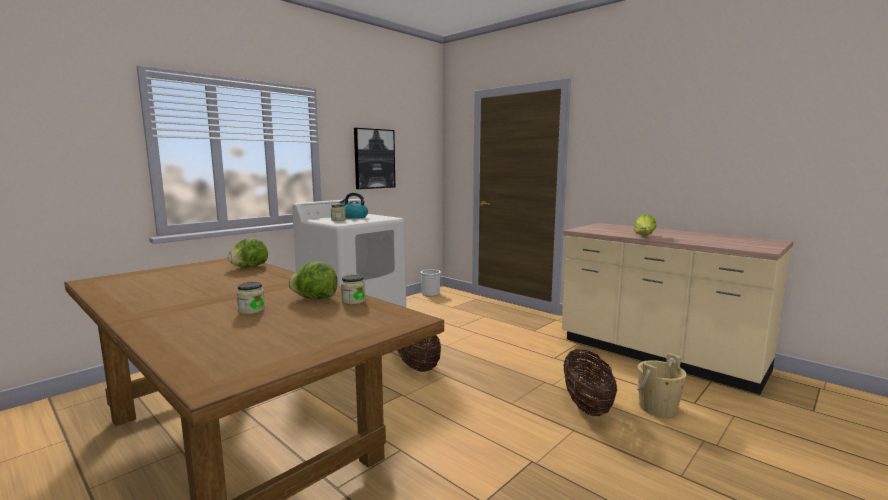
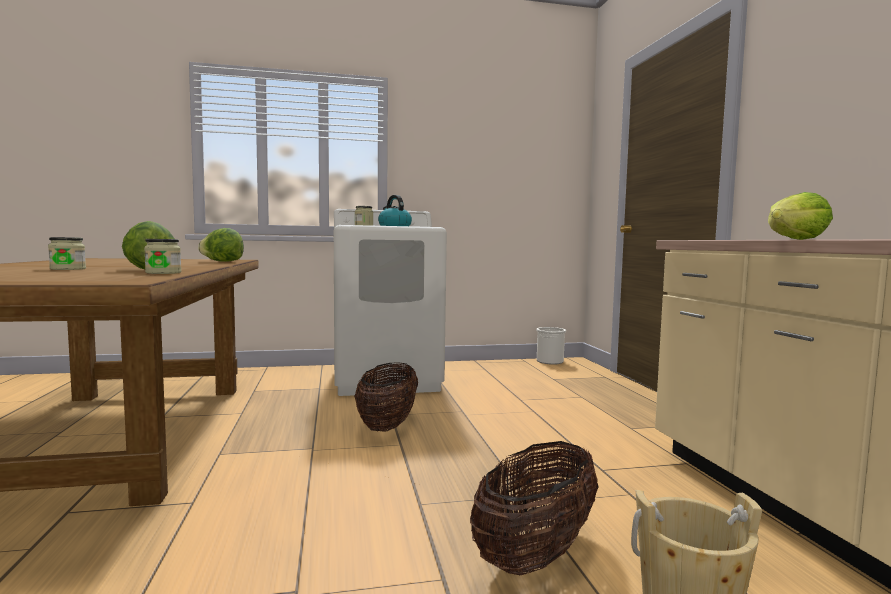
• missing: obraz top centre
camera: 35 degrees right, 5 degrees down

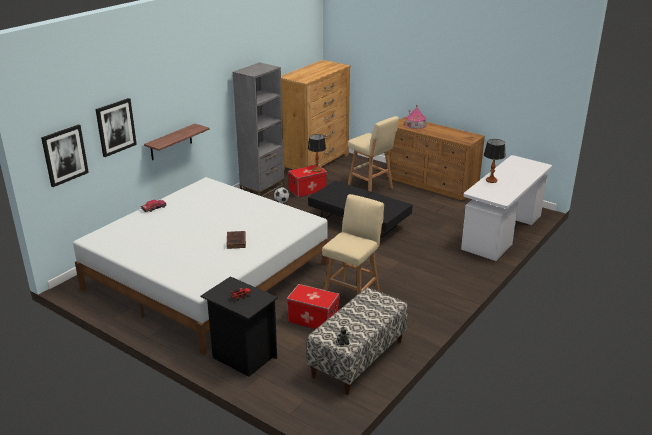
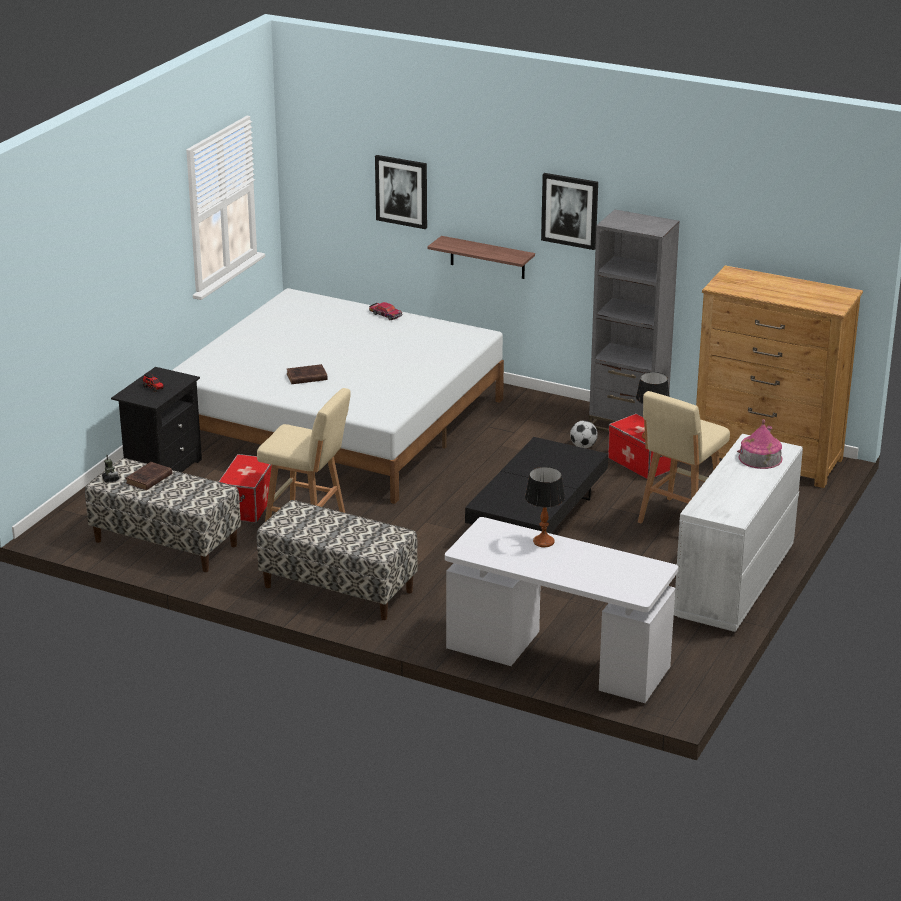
• colour: komoda/brązowy (no. 2 from left) middle right to komoda/biały middle right
• relocated: obraz (no. 1 from left in the first image) middle left to obraz (no. 2 from left) top centre
• appeared: książka/brązowy (no. 1 from left) middle left
• appeared: ławka (no. 2 from left) centre
camera: 80 degrees right, 0 degrees up

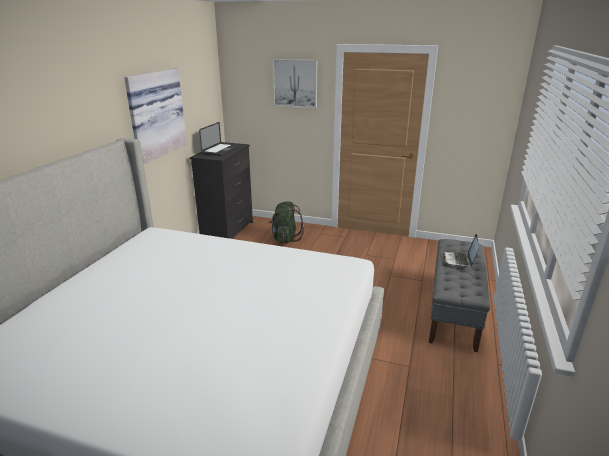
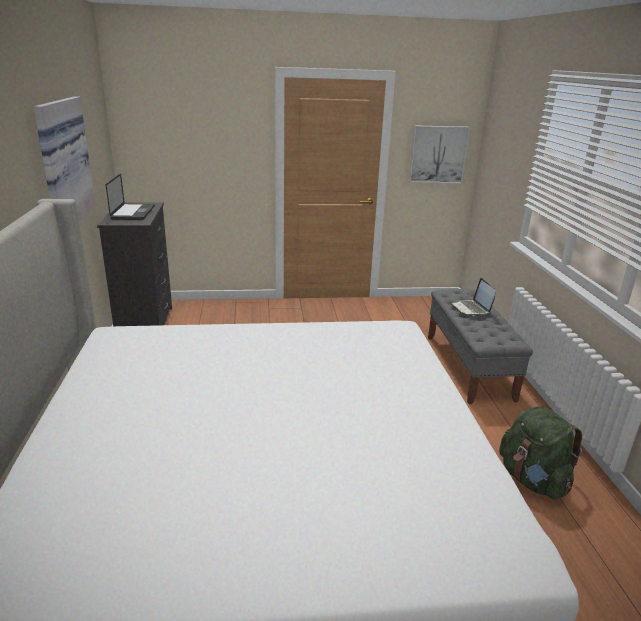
• relocated: obraz (no. 2 from left) top centre to top right
• relocated: plecak/zielony centre to bottom right
camera: 25 degrees left, 0 degrees up

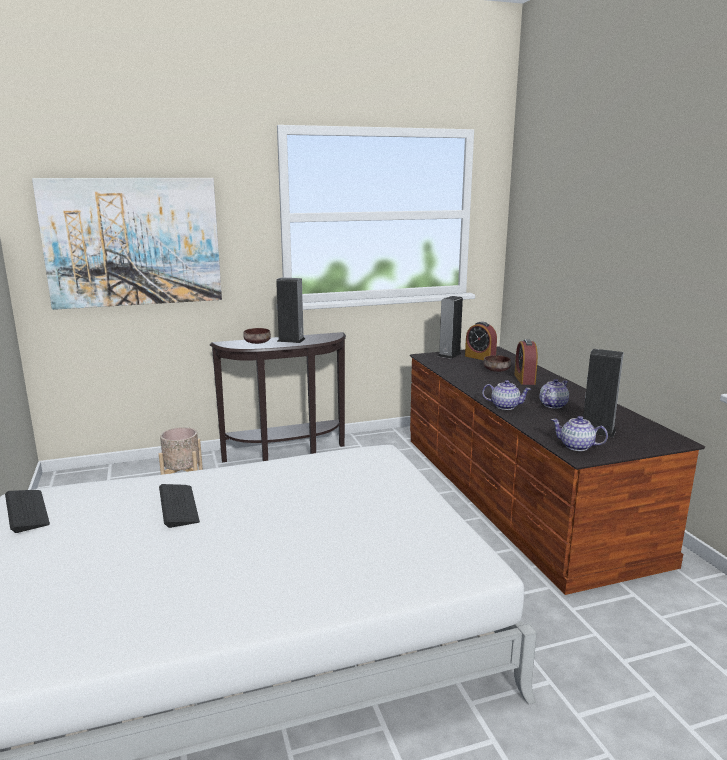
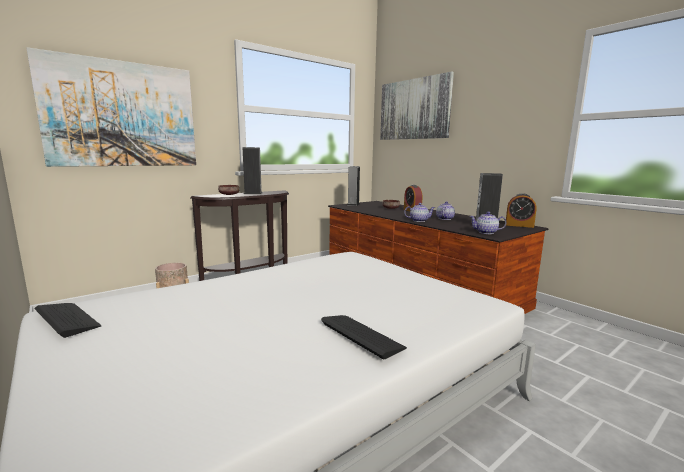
• relocated: budzik (no. 1 from left in the first image) centre to budzik (no. 2 from left) middle right
• relocated: klawiatura (no. 2 from left) middle left to bottom centre
• appeared: obraz (no. 2 from left) top centre
camera: 20 degrees left, 5 degrees down

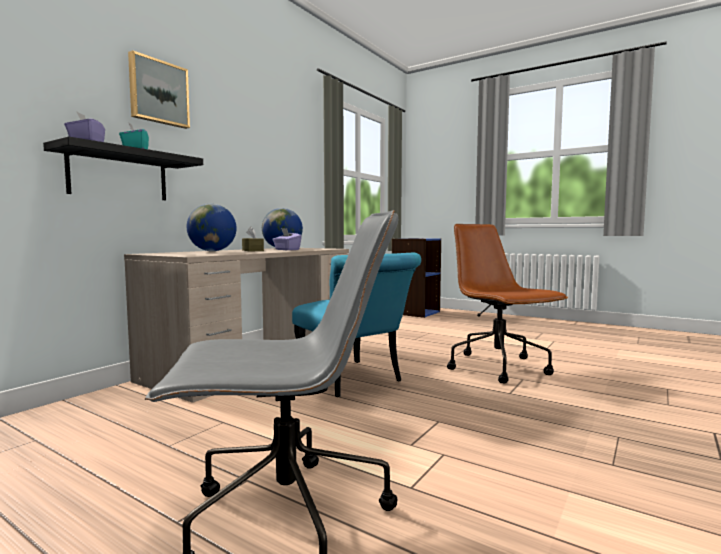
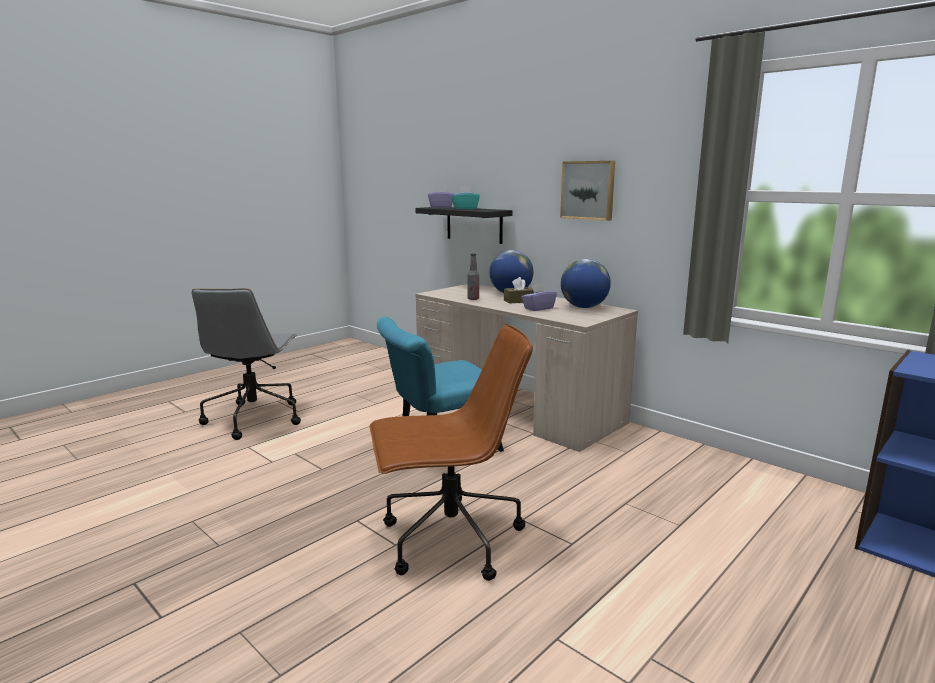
• relocated: obraz top left to top centre
• appeared: butelka centre
camera: 100 degrees right, 10 degrees up

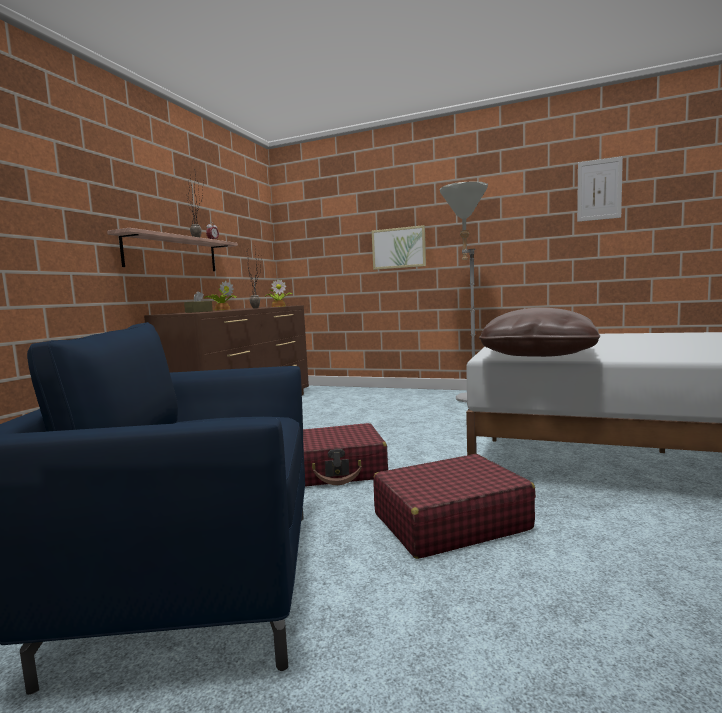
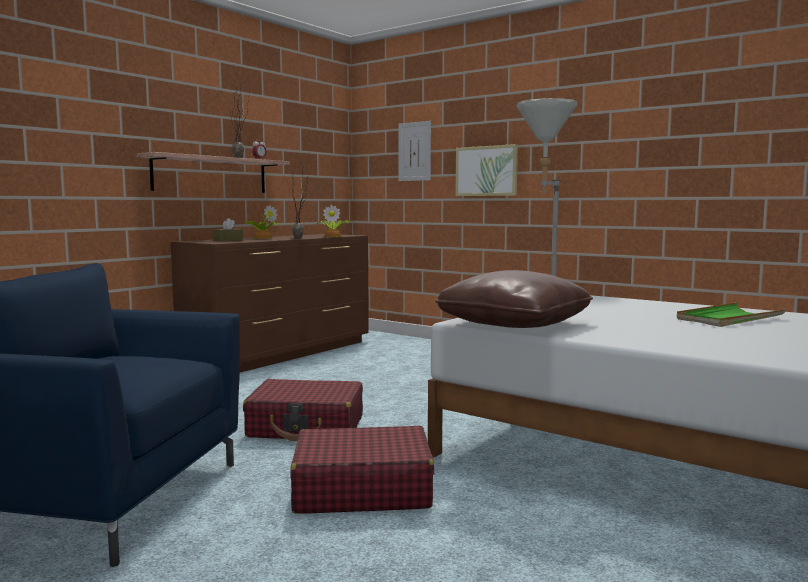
• relocated: obraz (no. 2 from left in the first image) top right to obraz (no. 1 from left) top centre
• appeared: taca/zielony middle right
camera: 15 degrees right, 0 degrees up

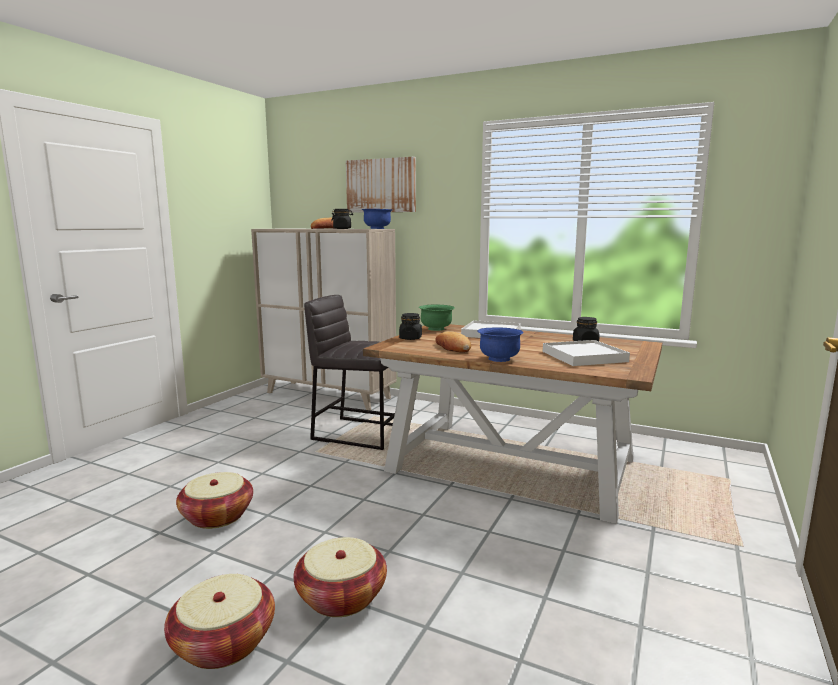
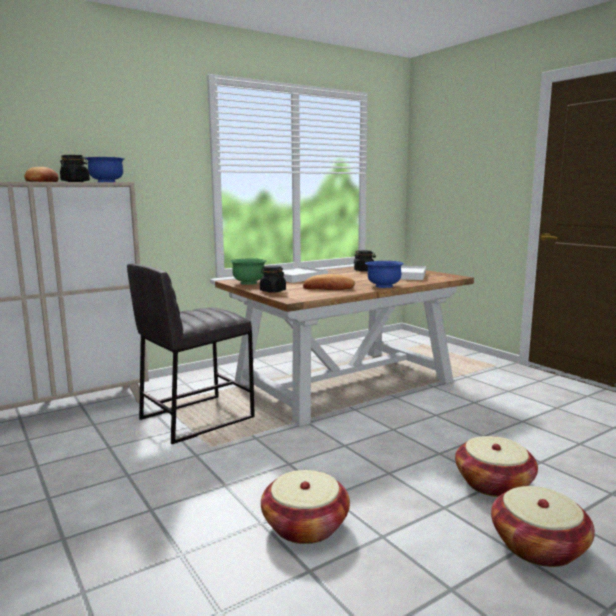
• missing: obraz top centre
camera: 60 degrees left, 0 degrees up

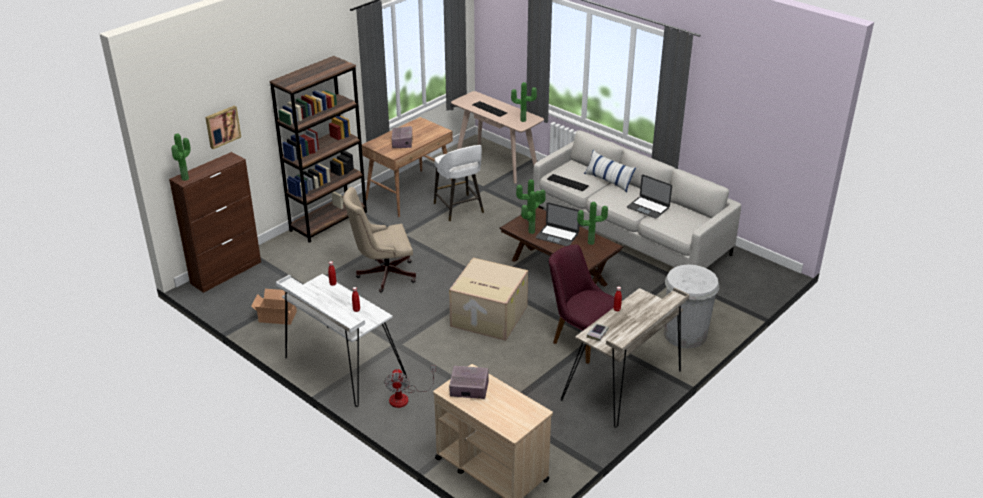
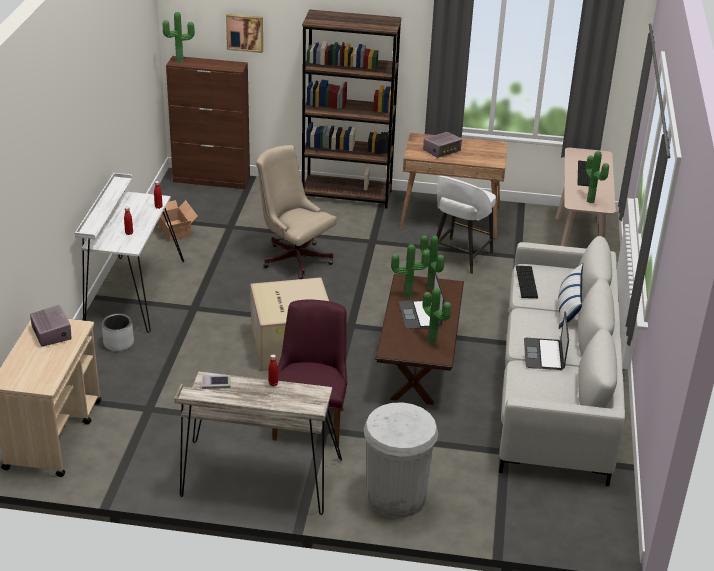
• exchanged: wentylator bottom centre to donica/szary middle left
camera: 55 degrees right, 0 degrees up

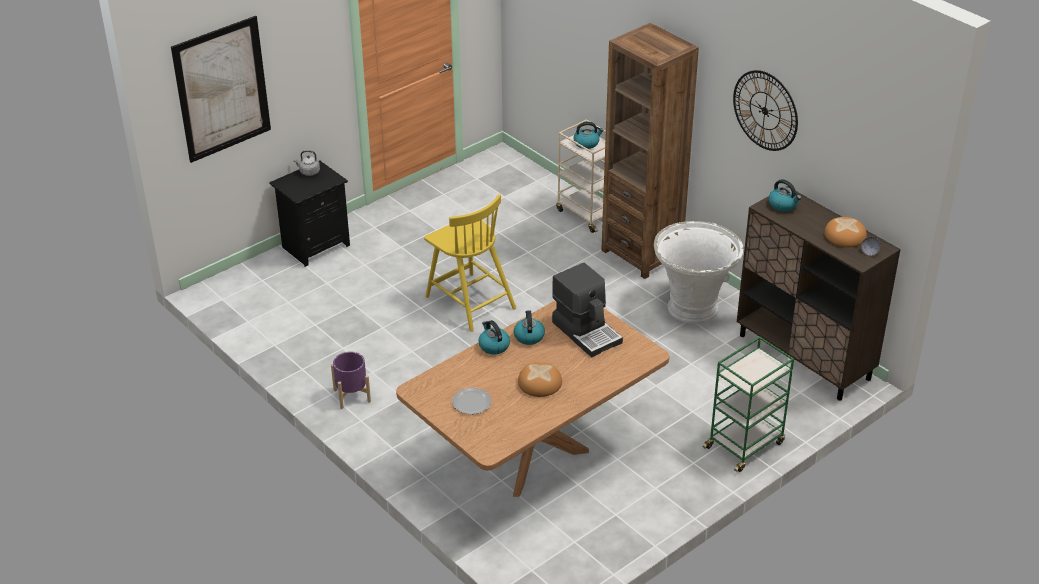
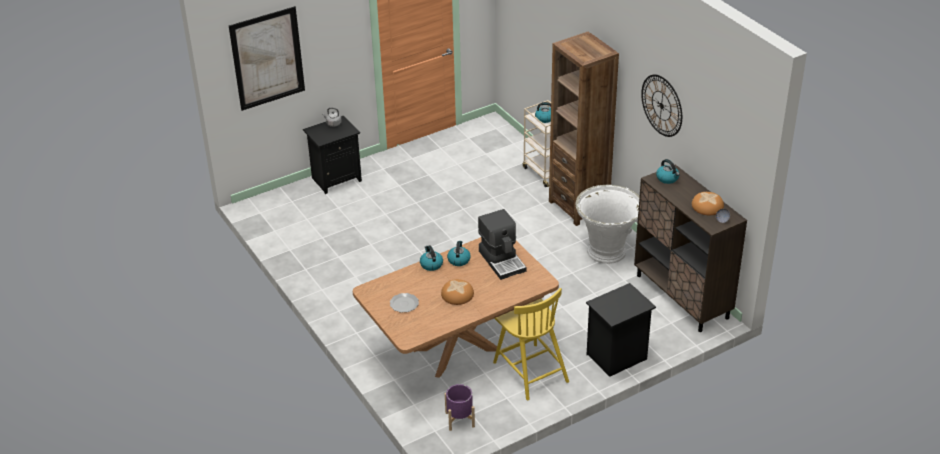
• relocated: krzesło/żółty centre to bottom centre
• exchanged: wózek/zielony bottom right to szafka nocna/czarny (no. 2 from left) bottom centre
• relocated: donica/fioletowy centre to bottom centre
camera: 10 degrees right, 0 degrees up

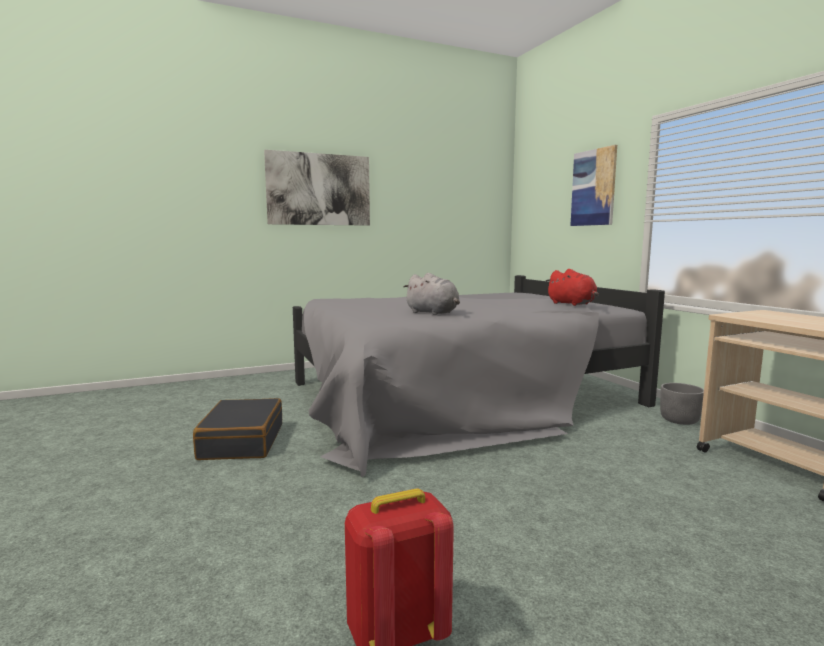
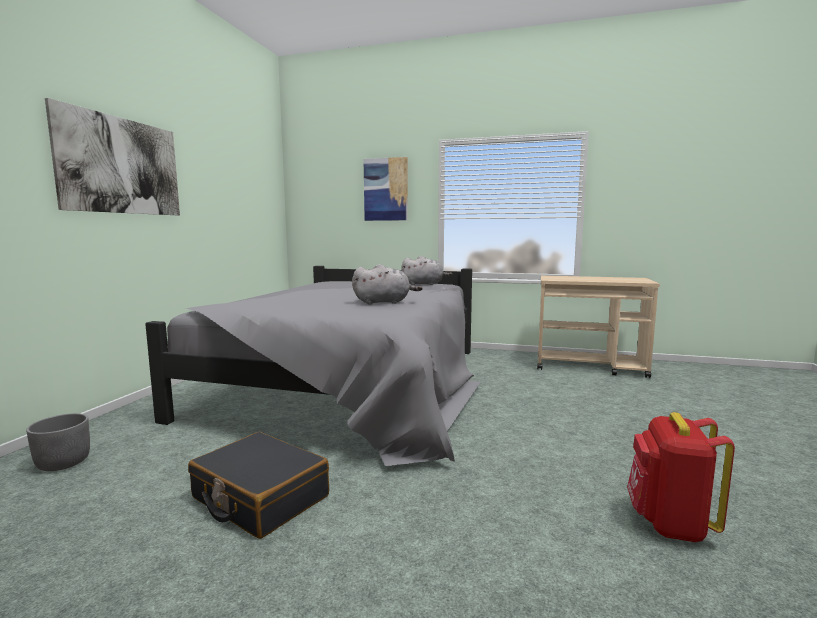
• colour: pluszak/czerwony middle right to pluszak/szary (no. 2 from left) centre
• relocated: donica/szary middle right to bottom left
camera: 50 degrees left, 0 degrees up

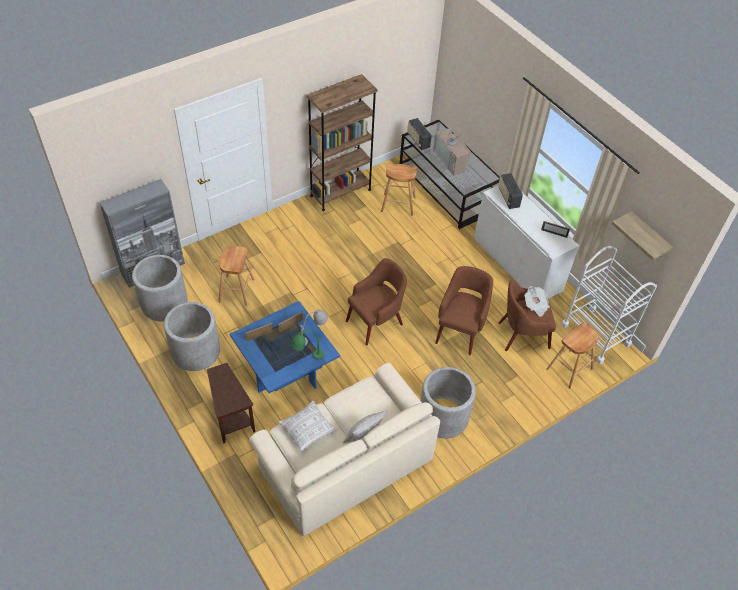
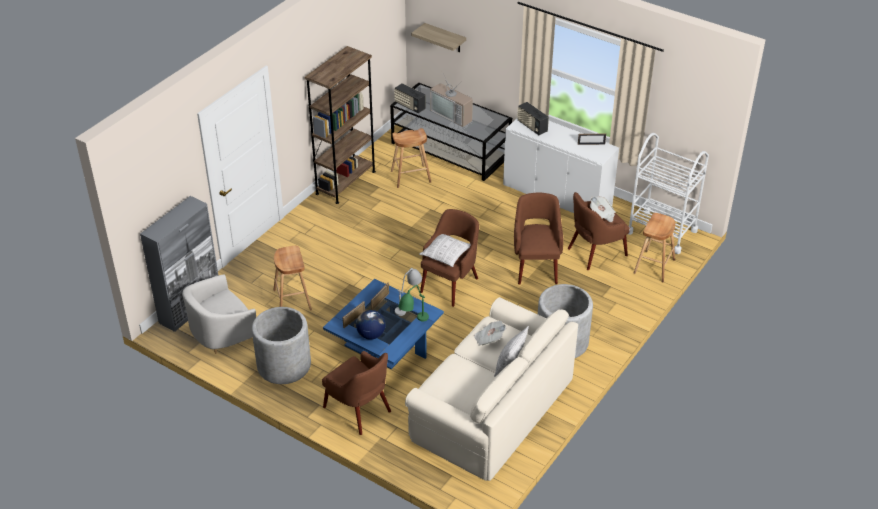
• relocated: półka middle right to top centre
• exchanged: donica/szary (no. 1 from left) middle left to fotel/biały middle left
• exchanged: stolik/brązowy bottom left to fotel/brązowy (no. 1 from left) bottom centre
• relocated: poduszka (no. 1 from left) bottom centre to centre
• appeared: globus centre
• appeared: gazeta (no. 1 from left) centre
camera: 20 degrees left, 10 degrees down

